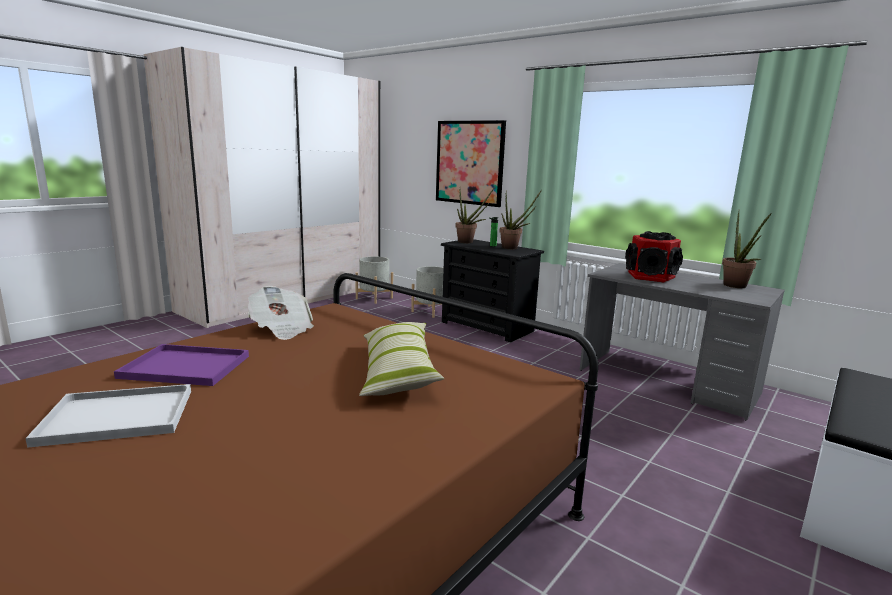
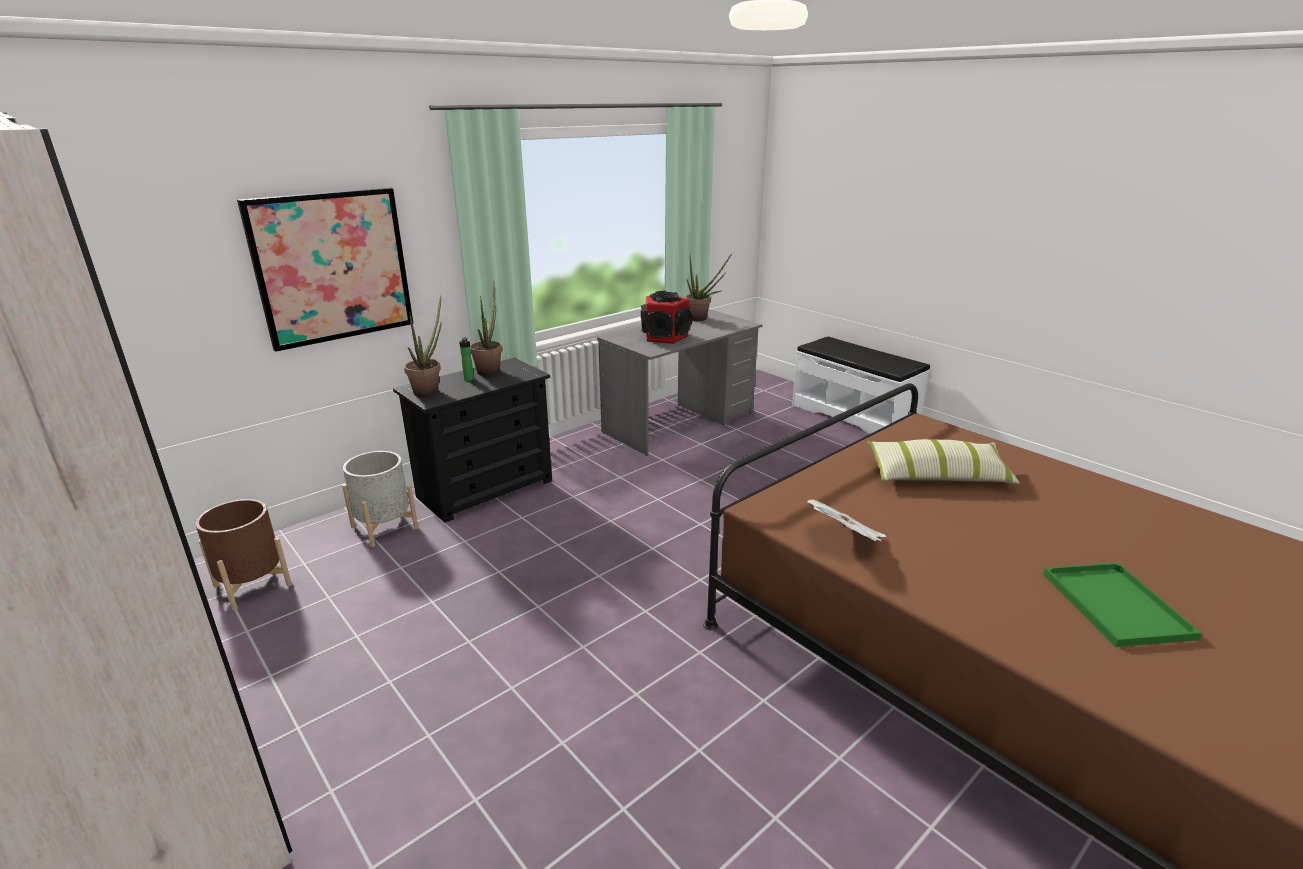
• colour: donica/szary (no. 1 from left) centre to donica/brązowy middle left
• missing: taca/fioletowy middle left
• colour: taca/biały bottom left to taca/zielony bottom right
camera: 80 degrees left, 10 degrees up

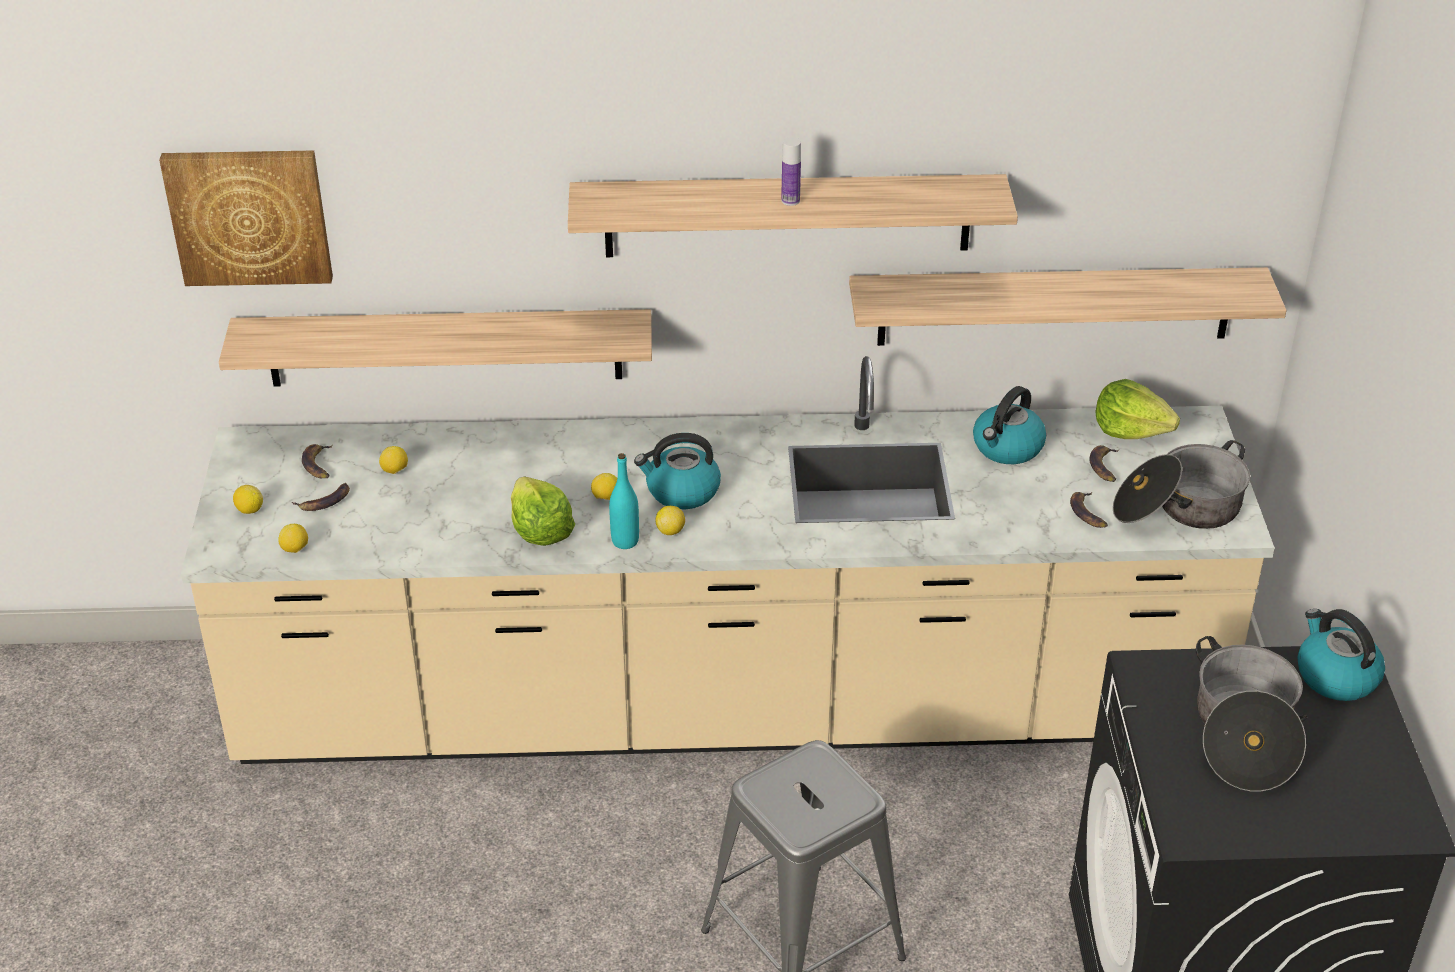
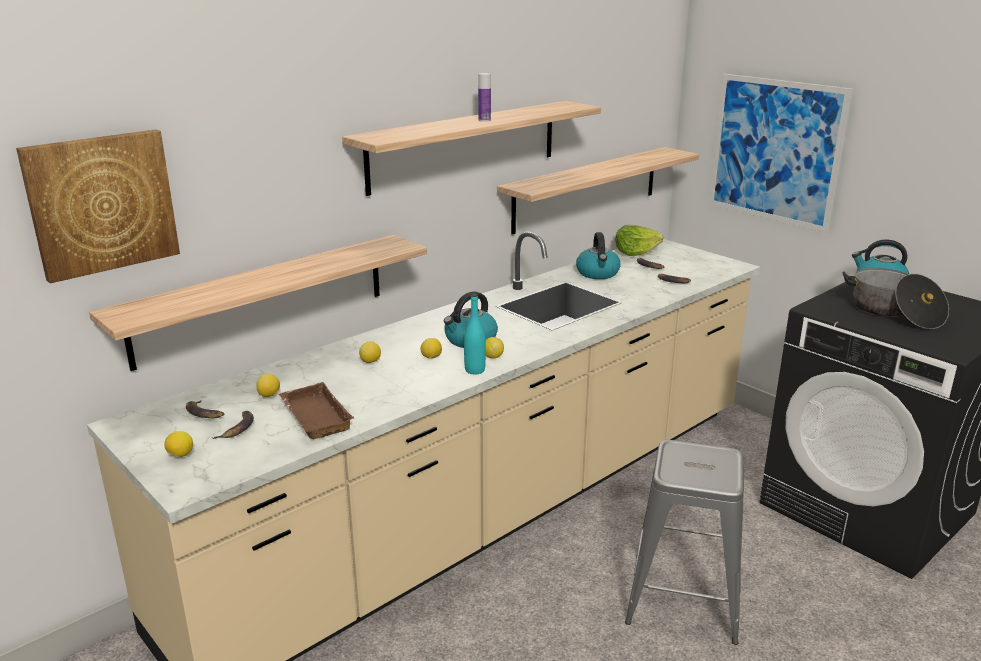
• missing: garnek (no. 1 from left) middle right
• missing: sałata (no. 1 from left) centre
• relocated: cytryna (no. 2 from left in the first image) middle left to cytryna (no. 3 from left) centre
• appeared: obraz (no. 2 from left) top right
• appeared: taca/brązowy middle left
camera: 40 degrees left, 15 degrees down

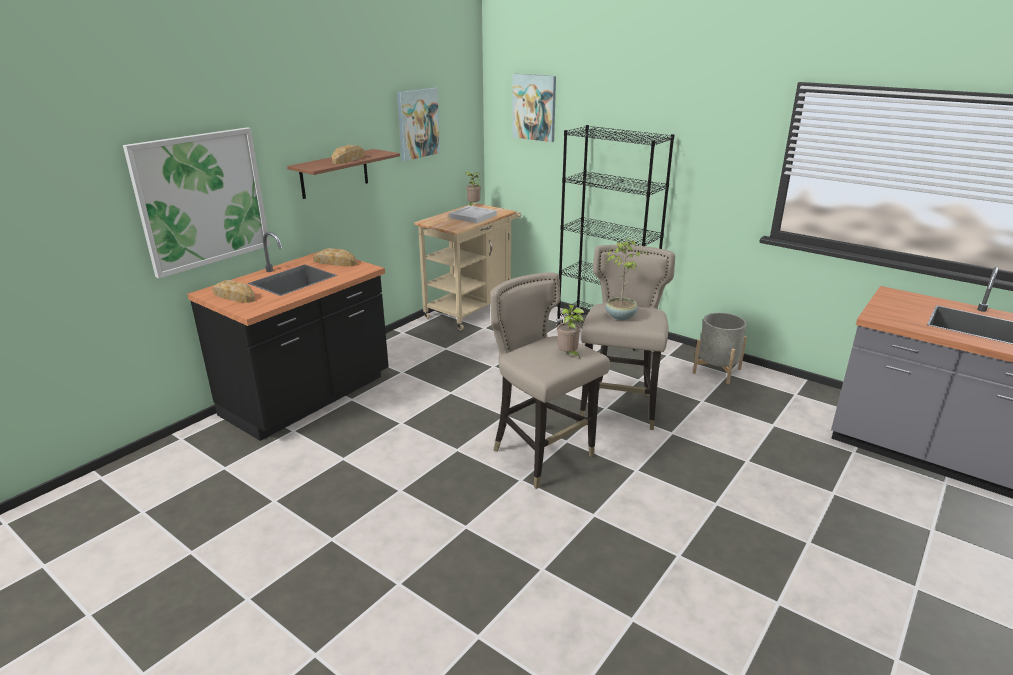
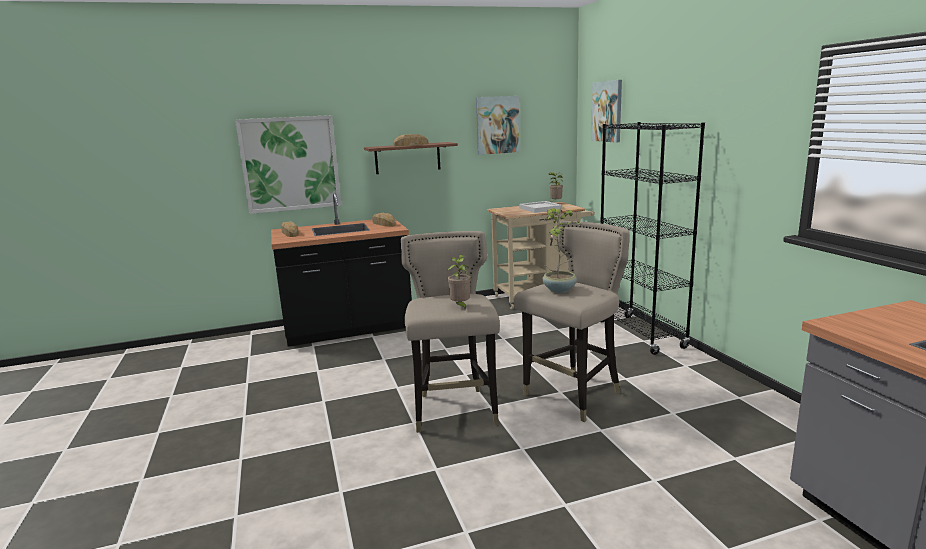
• missing: donica/szary middle right
camera: 35 degrees right, 10 degrees down

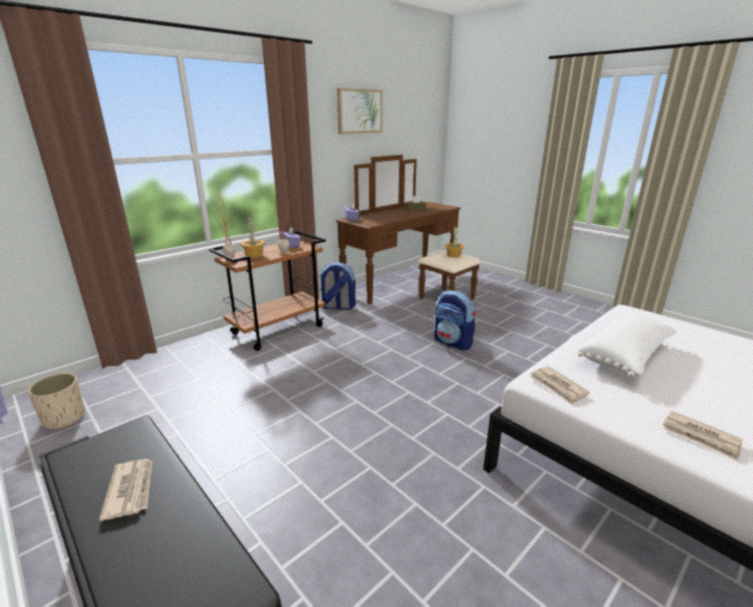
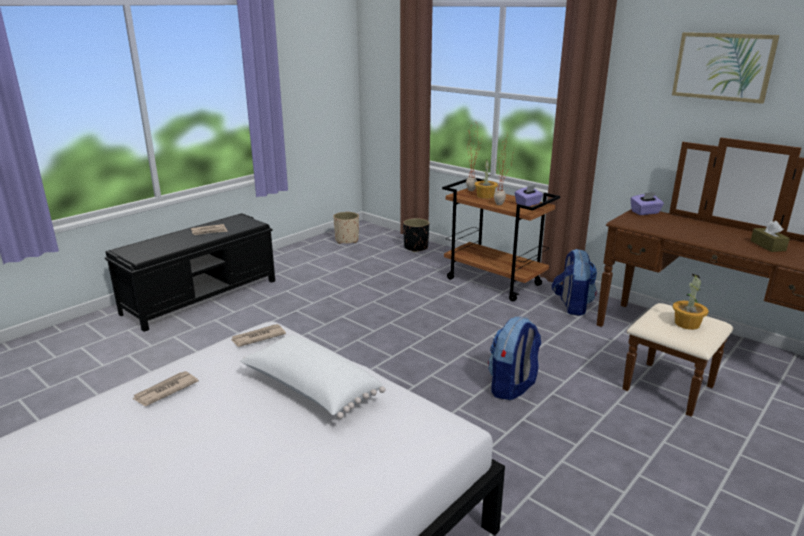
• appeared: donica/czarny centre
camera: 85 degrees right, 0 degrees up

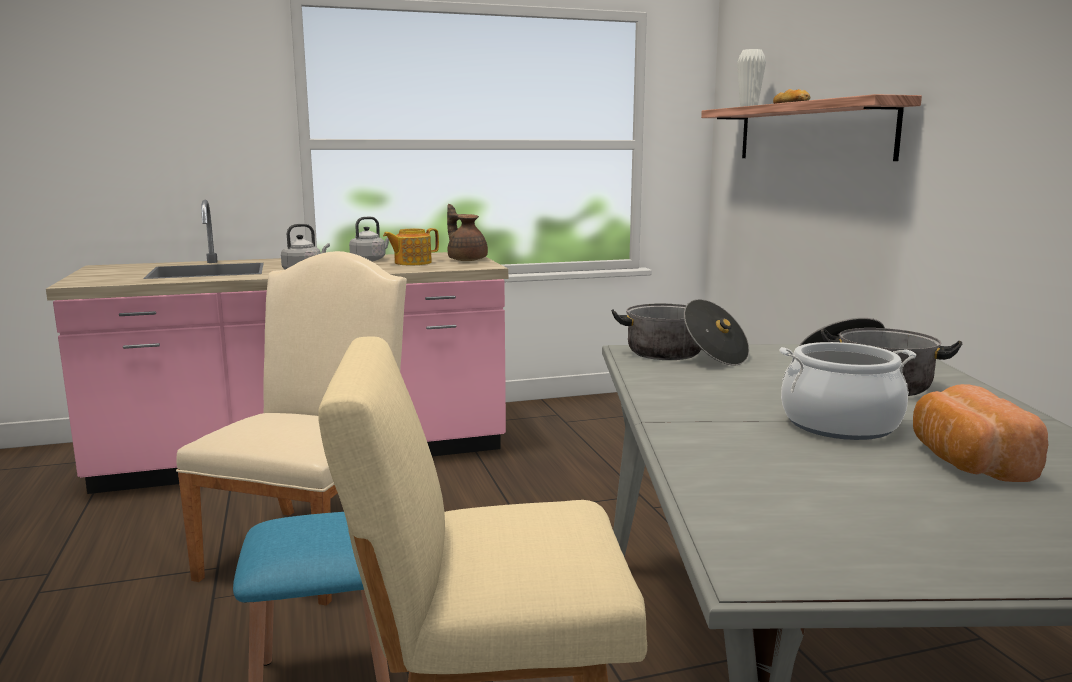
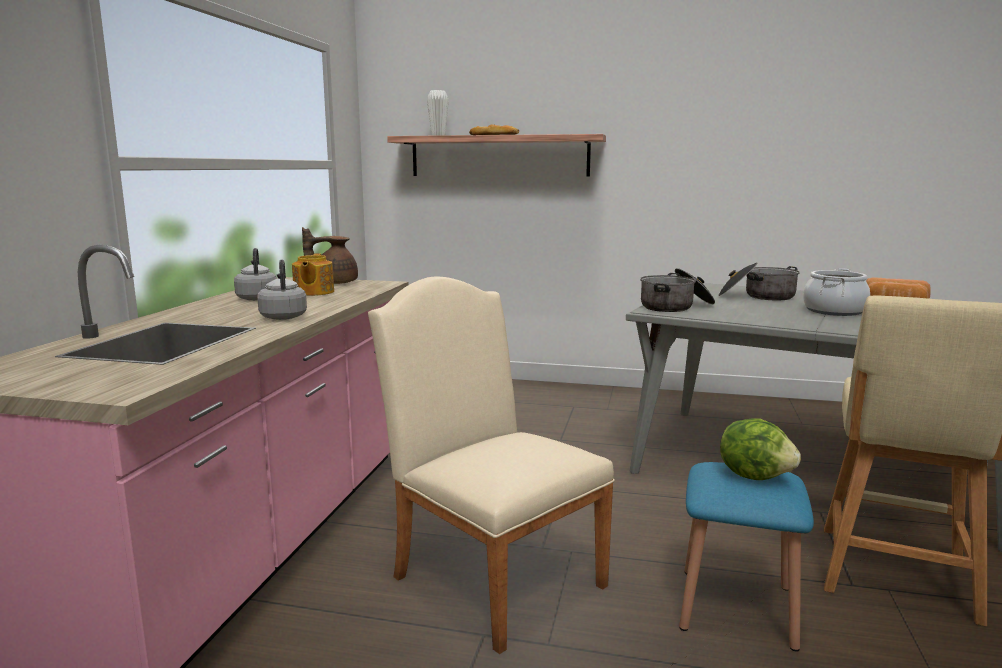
• appeared: sałata bottom right
camera: 60 degrees left, 0 degrees up

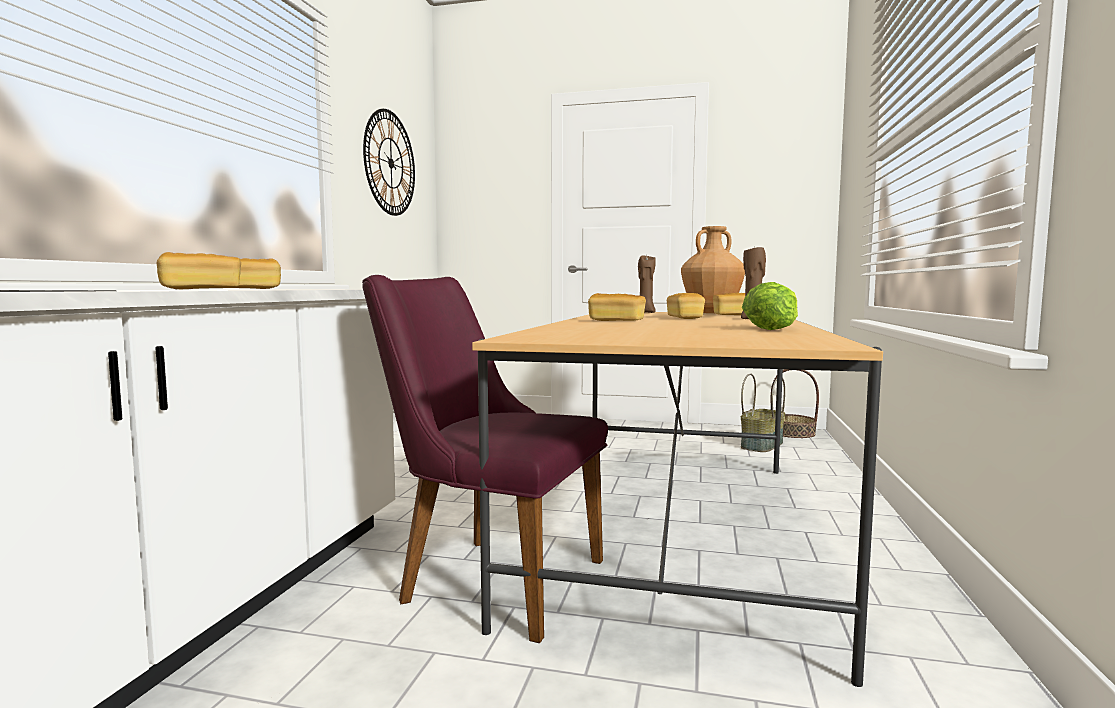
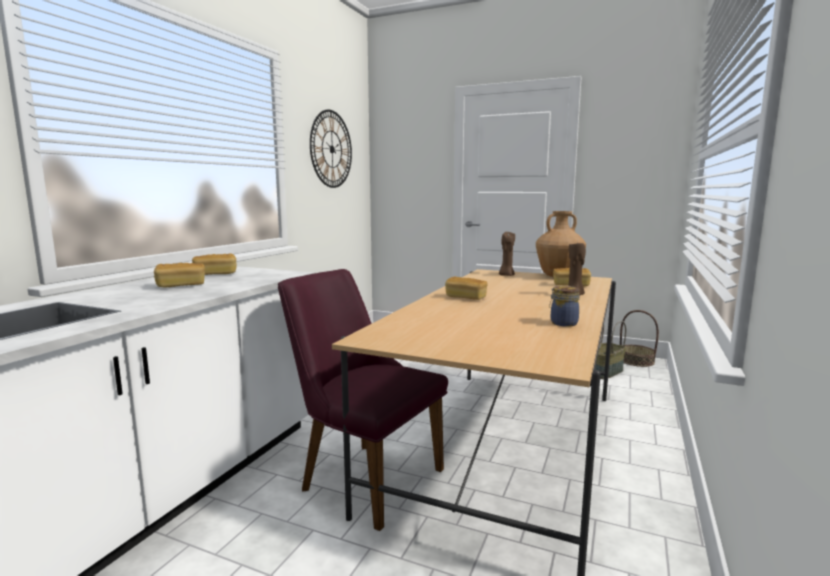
• exchanged: sałata middle right to słoik middle right
• missing: chleb (no. 4 from left) centre
camera: 10 degrees right, 5 degrees up

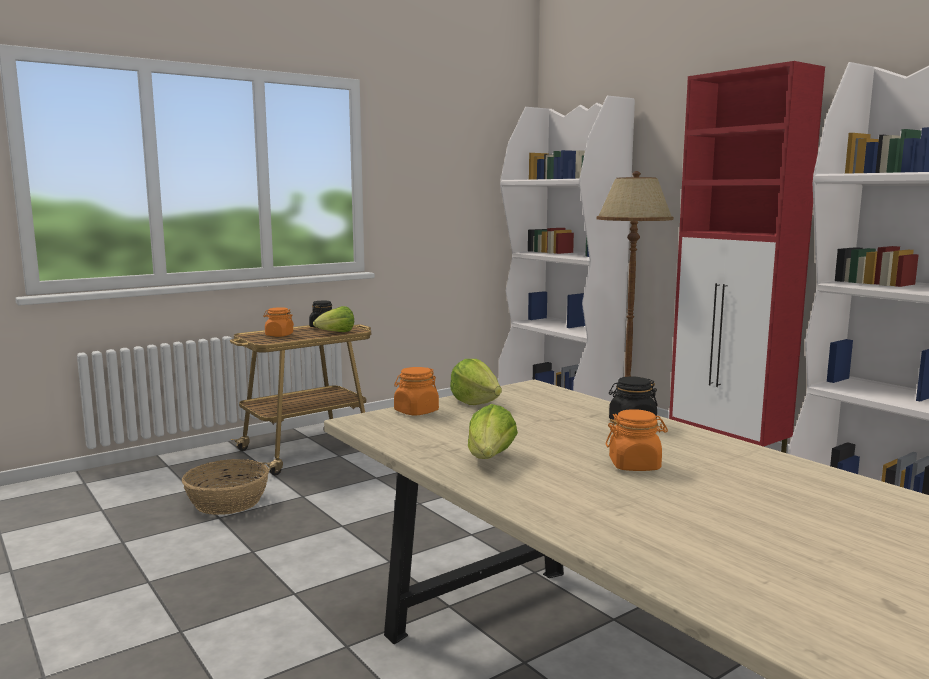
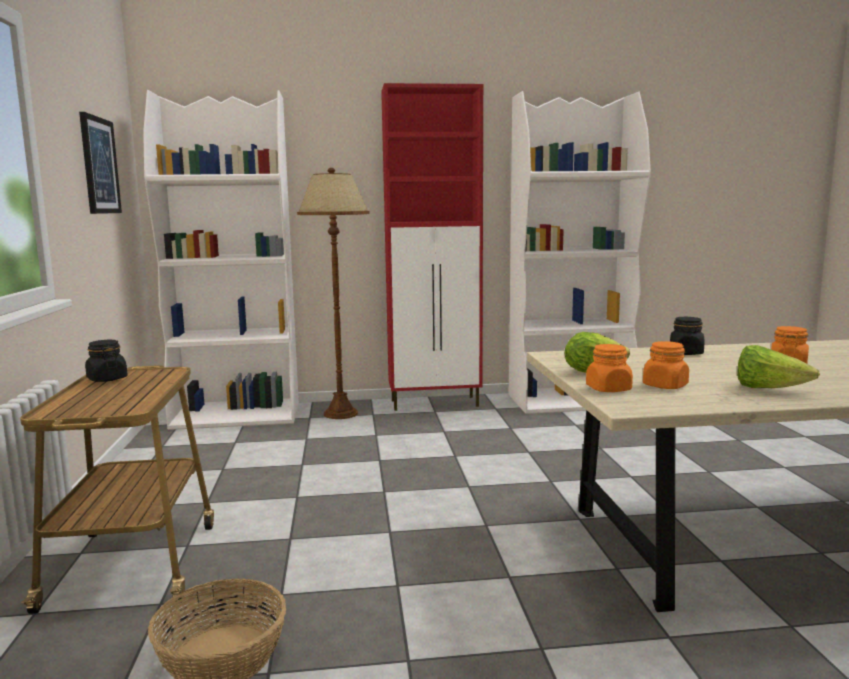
• missing: sałata (no. 1 from left) centre
• relocated: słoik/pomarańczowy (no. 1 from left in the first image) middle left to słoik/pomarańczowy (no. 2 from left) middle right
• appeared: obraz top left
camera: 60 degrees left, 0 degrees up

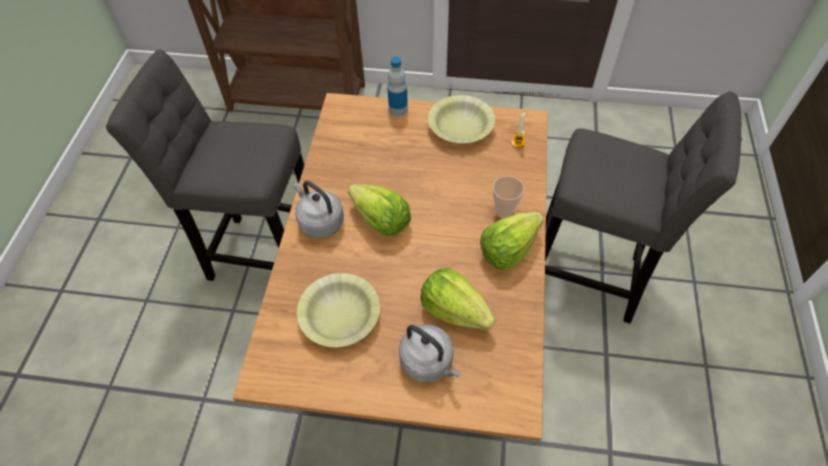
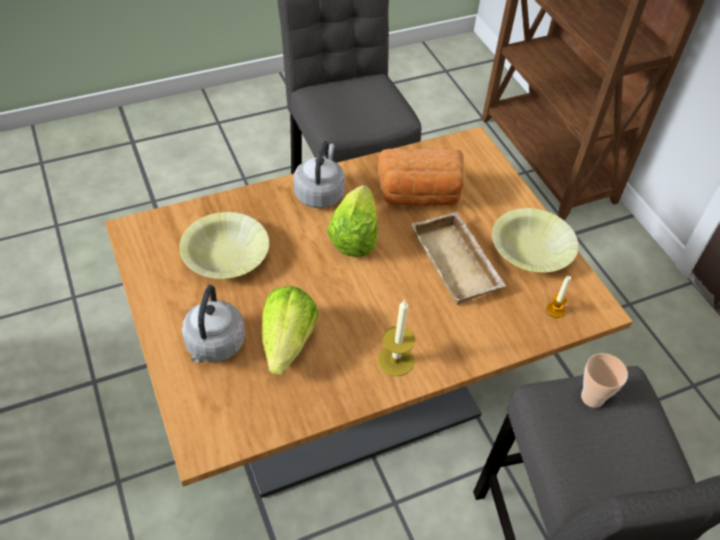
• missing: butelka top centre
• relocated: filiżanka centre to bottom right
• exchanged: sałata (no. 3 from left) centre to świeca (no. 1 from left) centre
• appeared: chleb top centre
• appeared: taca/beżowy centre
camera: 55 degrees right, 5 degrees down

